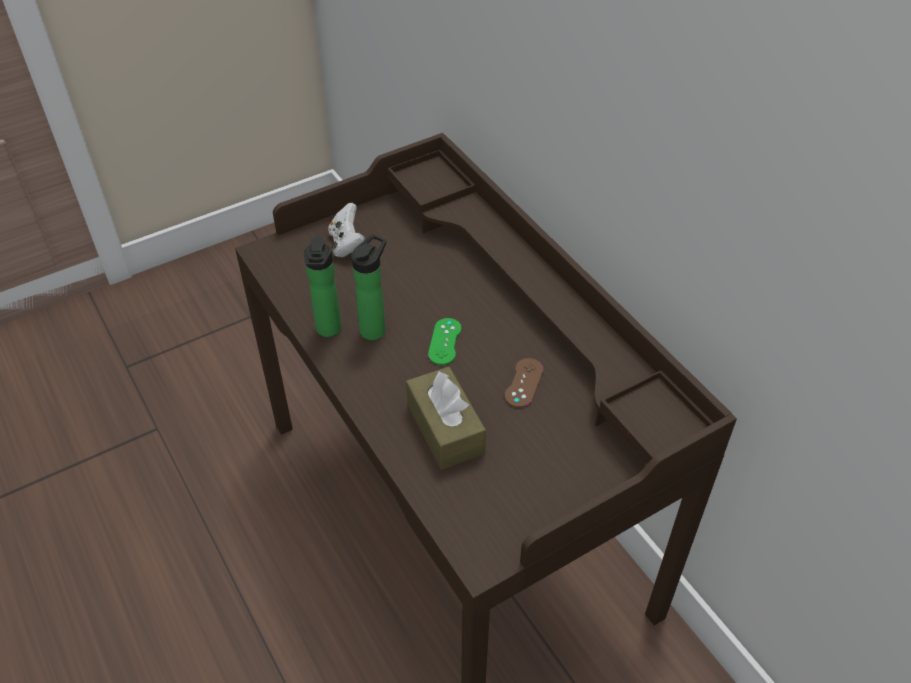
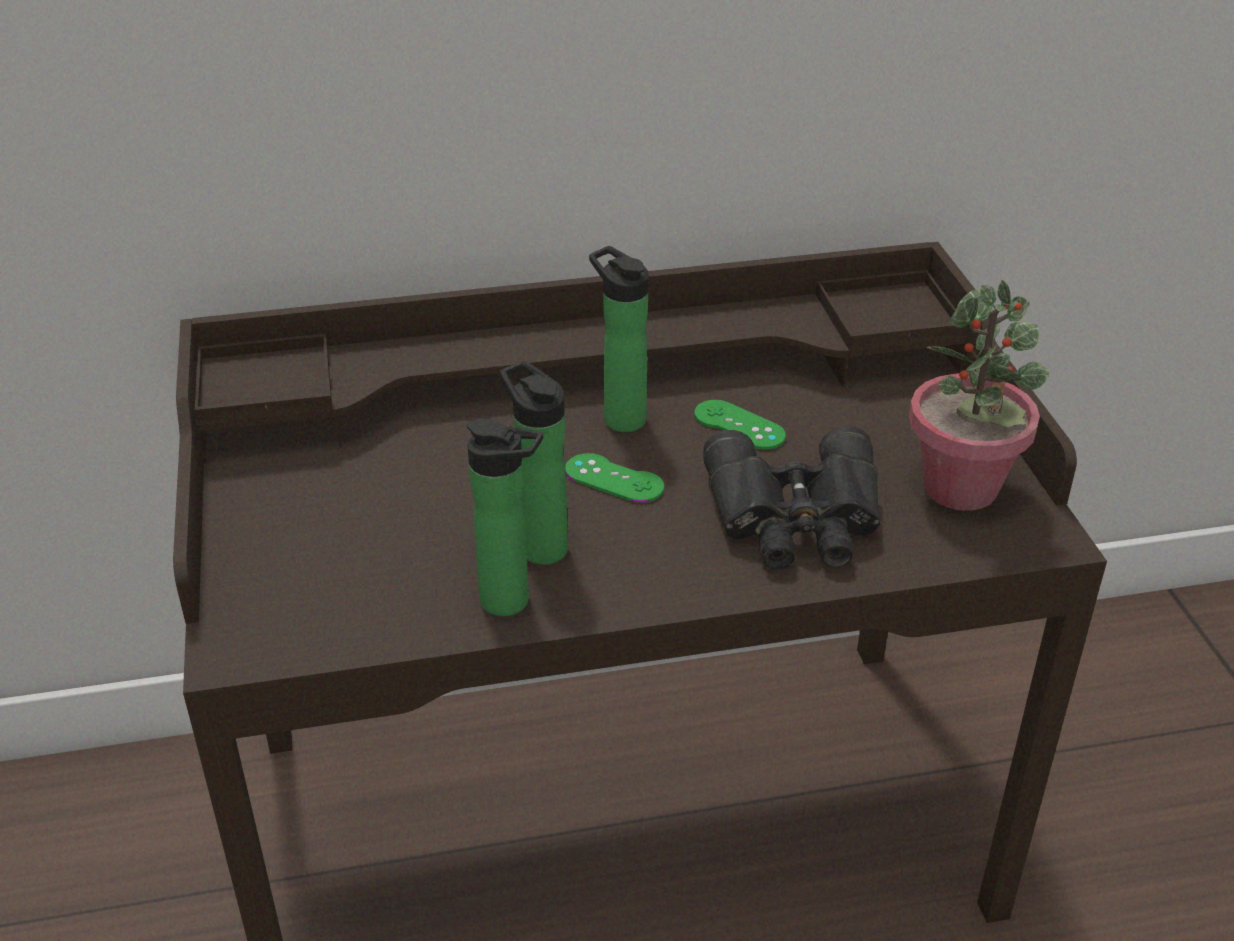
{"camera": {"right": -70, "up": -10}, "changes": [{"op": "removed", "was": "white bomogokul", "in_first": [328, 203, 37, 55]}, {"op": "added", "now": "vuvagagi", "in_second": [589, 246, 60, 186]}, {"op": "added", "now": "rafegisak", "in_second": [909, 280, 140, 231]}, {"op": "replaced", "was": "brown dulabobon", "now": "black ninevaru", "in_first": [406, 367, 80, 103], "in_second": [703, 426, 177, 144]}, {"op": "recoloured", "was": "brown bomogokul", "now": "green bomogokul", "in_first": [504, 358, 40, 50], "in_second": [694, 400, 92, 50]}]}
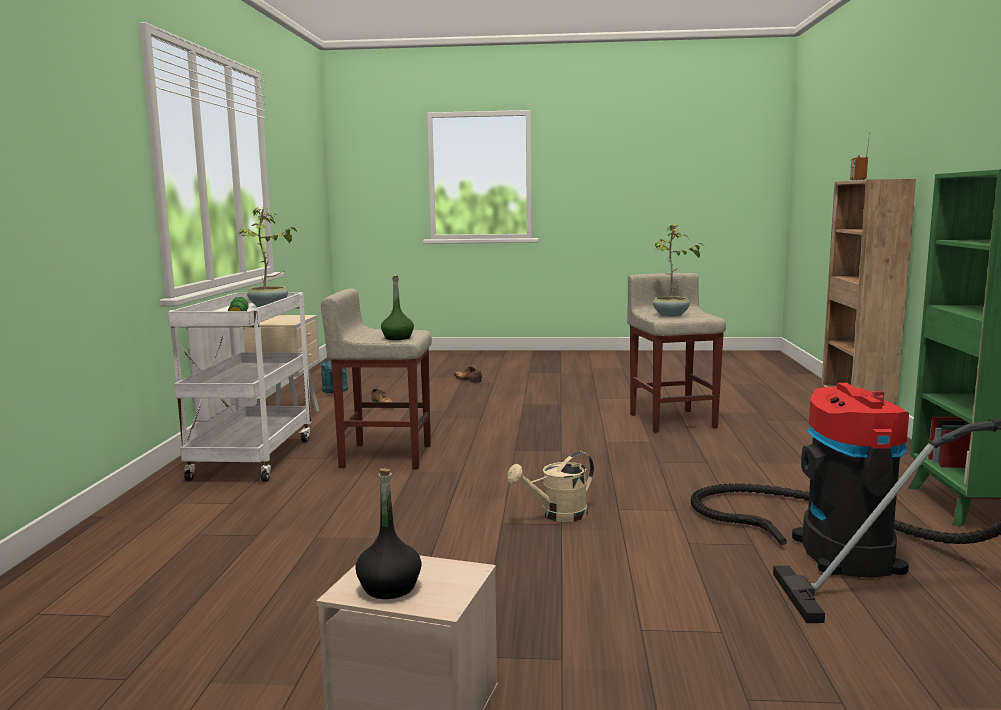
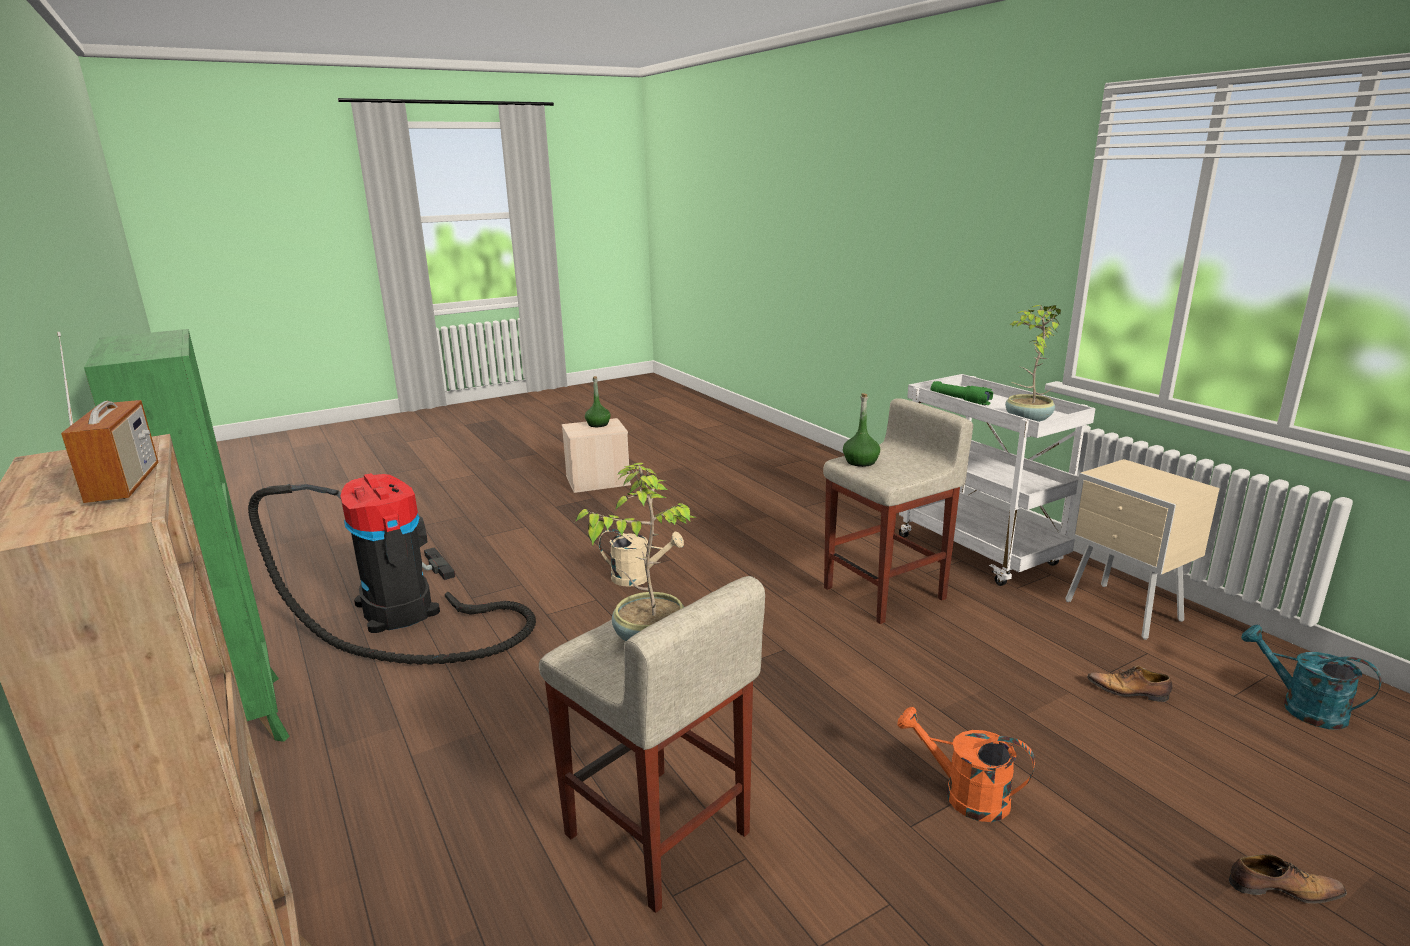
{"camera": {"right": 145, "up": 10}, "changes": [{"op": "added", "now": "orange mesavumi", "in_second": [897, 707, 138, 115]}, {"op": "recoloured", "was": "black vuvagagi", "now": "green vuvagagi", "in_first": [356, 468, 66, 131], "in_second": [585, 376, 26, 51]}, {"op": "turned", "was": "beige mesavumi", "in_first": [507, 452, 87, 70], "in_second": [599, 529, 85, 58], "clockwise": 75}]}
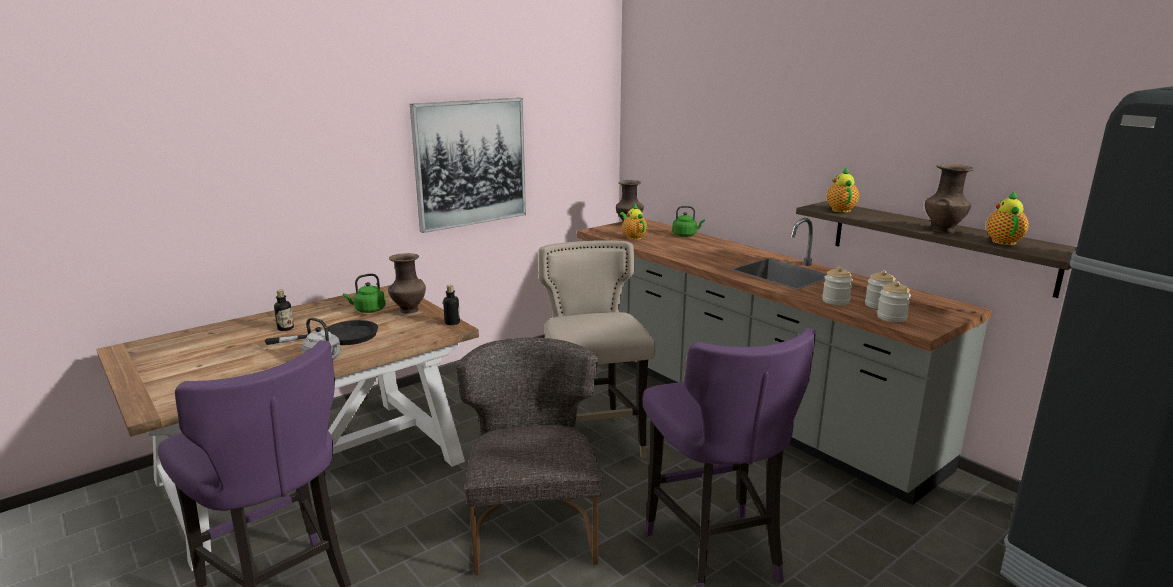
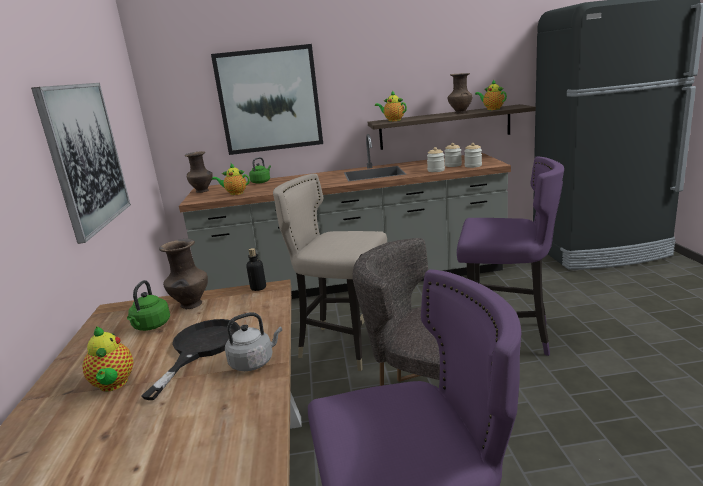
{"camera": {"right": -55, "up": 0}, "changes": [{"op": "added", "now": "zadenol", "in_second": [211, 44, 112, 111]}, {"op": "replaced", "was": "vuvagagi", "now": "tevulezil", "in_first": [274, 290, 20, 41], "in_second": [83, 326, 50, 66]}]}
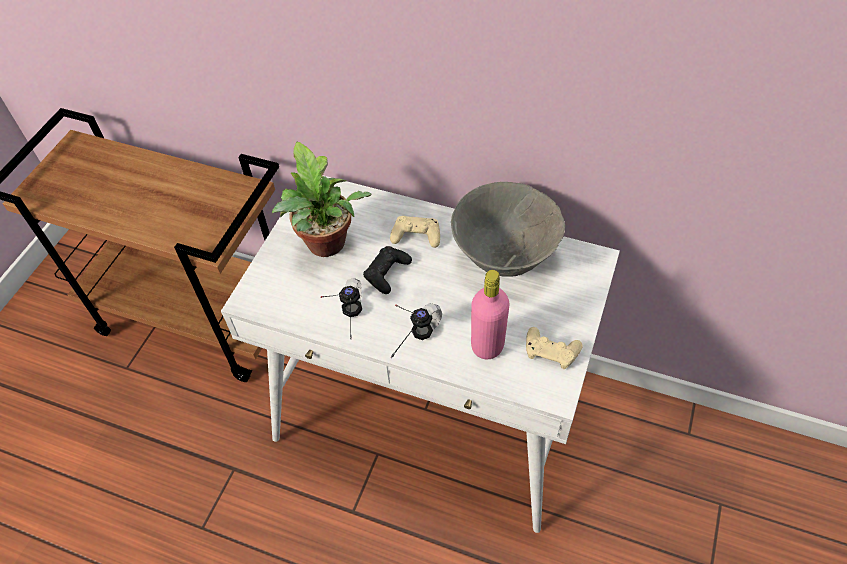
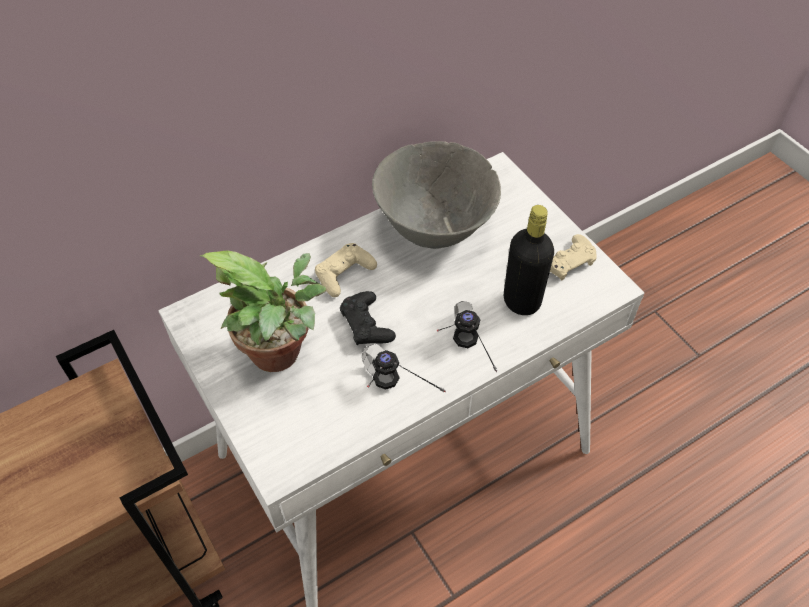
{"camera": {"right": -55, "up": 0}, "changes": [{"op": "recoloured", "was": "pink vuvagagi", "now": "black vuvagagi", "in_first": [471, 270, 38, 89], "in_second": [504, 205, 50, 110]}]}
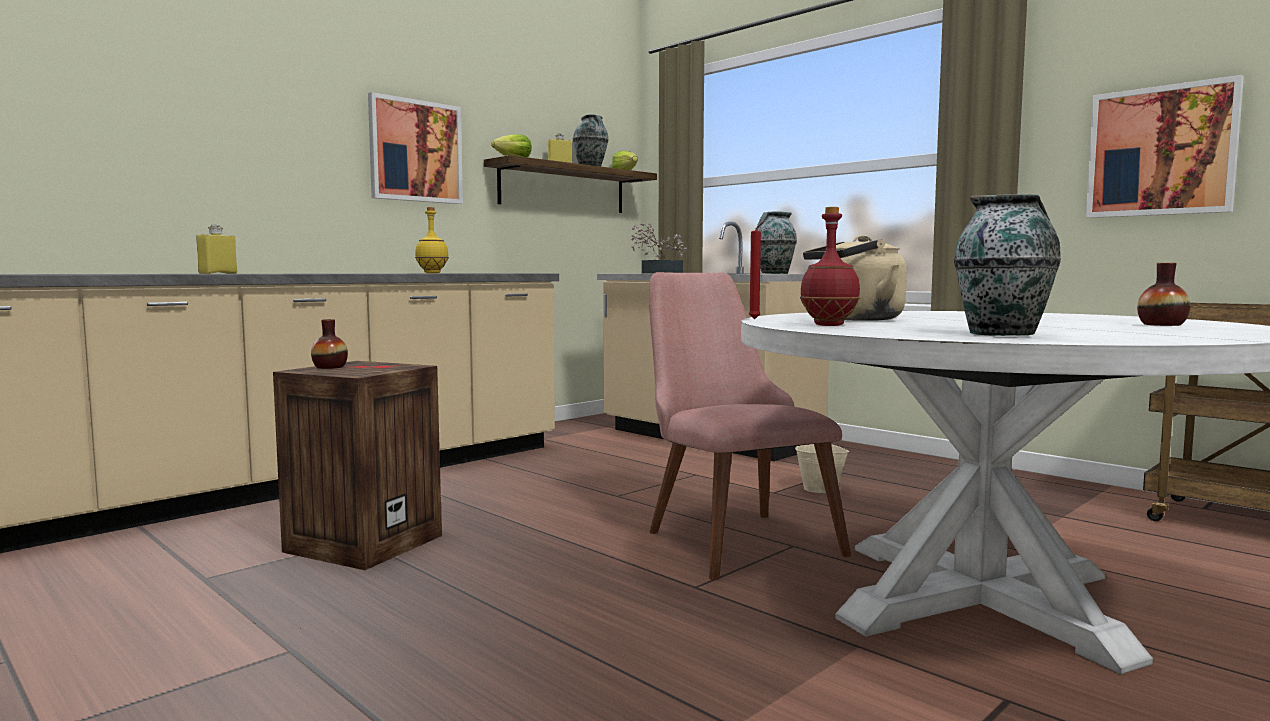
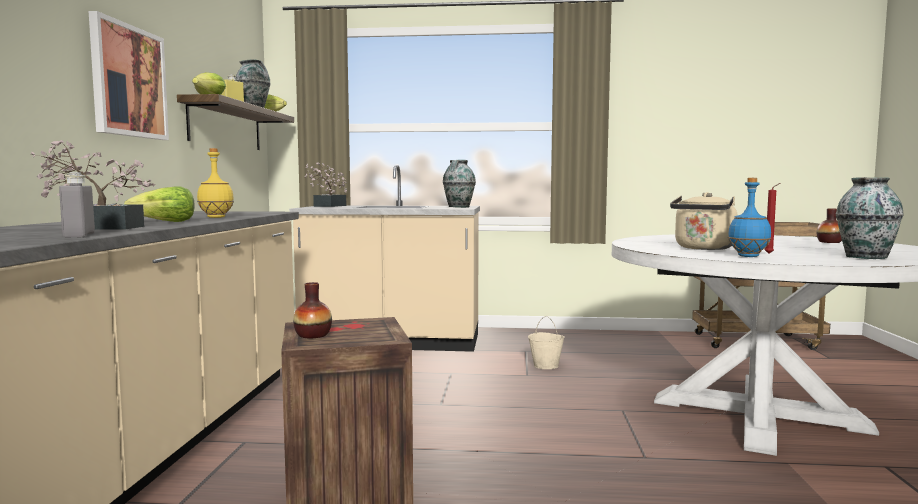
{"camera": {"right": -40, "up": 0}, "changes": [{"op": "removed", "was": "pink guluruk", "in_first": [649, 272, 202, 308]}, {"op": "removed", "was": "zadenol", "in_first": [1086, 75, 158, 143]}, {"op": "added", "now": "rafegisak", "in_second": [31, 140, 125, 90]}, {"op": "added", "now": "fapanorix", "in_second": [124, 186, 71, 36]}, {"op": "moved", "was": "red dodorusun", "in_first": [749, 221, 16, 98], "in_second": [764, 183, 16, 71]}, {"op": "recoloured", "was": "yellow vuvagagi", "now": "grey vuvagagi", "in_first": [196, 225, 41, 49], "in_second": [59, 172, 36, 65]}, {"op": "recoloured", "was": "red vuvagagi", "now": "blue vuvagagi", "in_first": [800, 207, 60, 119], "in_second": [728, 178, 43, 79]}]}
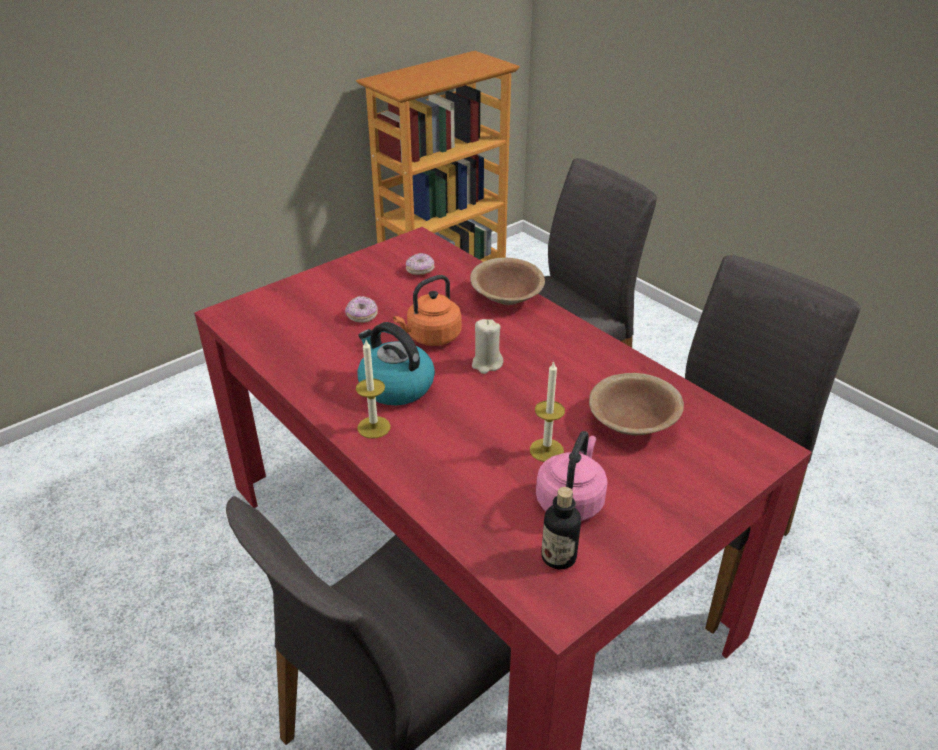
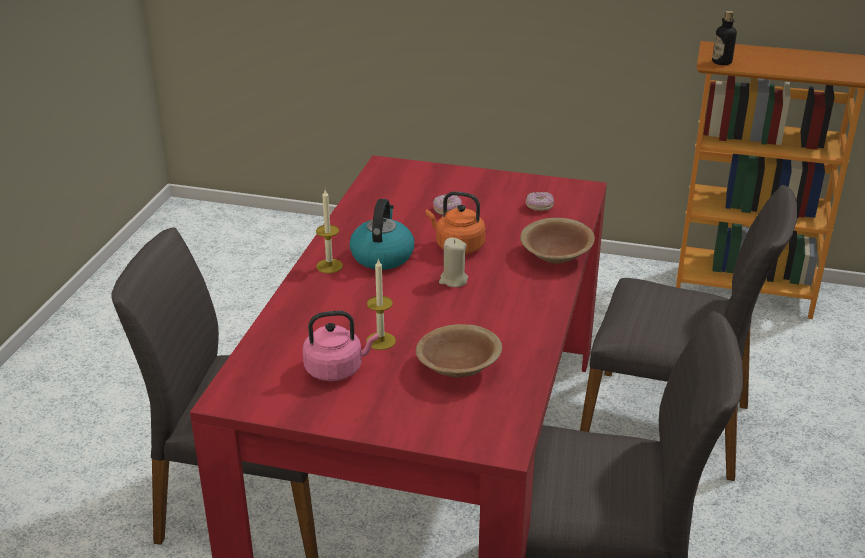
{"camera": {"right": 55, "up": -5}, "changes": [{"op": "moved", "was": "vuvagagi", "in_first": [541, 487, 40, 83], "in_second": [712, 11, 25, 54]}]}
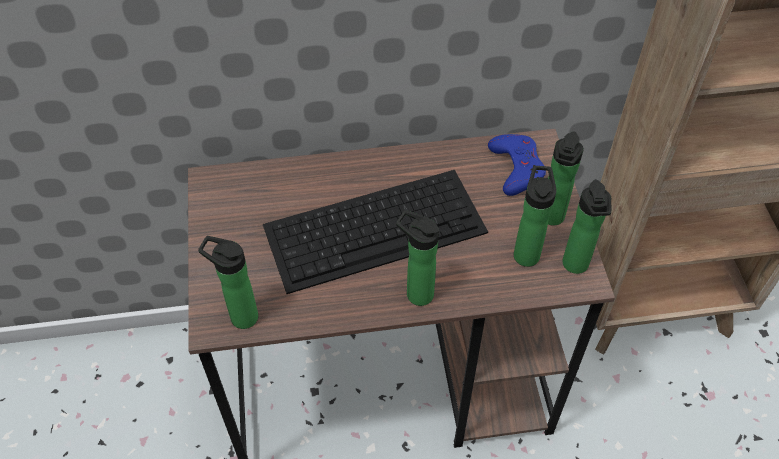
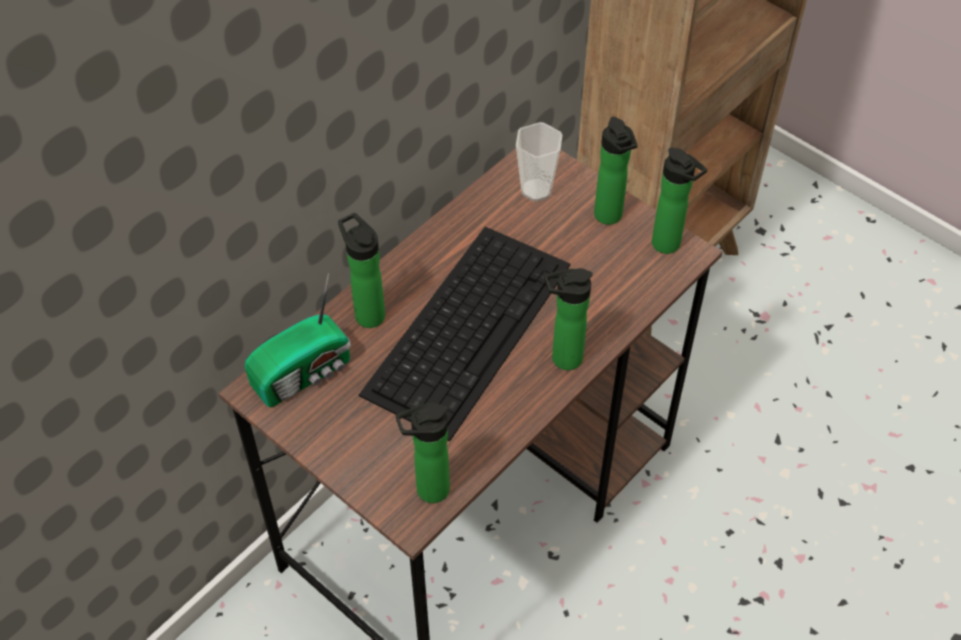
{"camera": {"right": -40, "up": 0}, "changes": [{"op": "added", "now": "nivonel", "in_second": [245, 273, 106, 135]}, {"op": "moved", "was": "vuvagagi", "in_first": [514, 166, 43, 101], "in_second": [338, 213, 47, 115]}, {"op": "replaced", "was": "blue bomogokul", "now": "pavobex", "in_first": [488, 134, 58, 62], "in_second": [516, 122, 47, 80]}]}
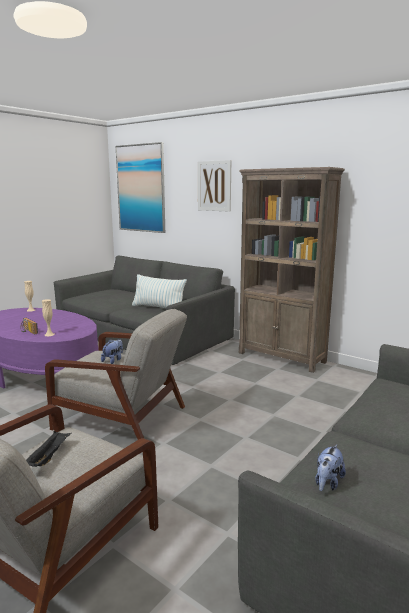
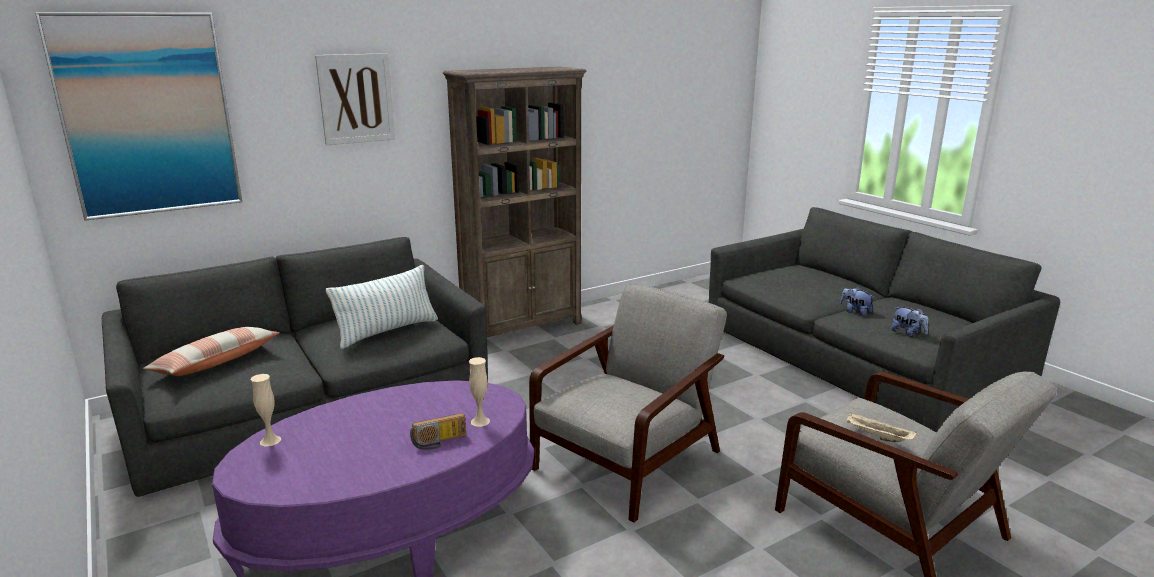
{"camera": {"right": -70, "up": 5}, "changes": [{"op": "added", "now": "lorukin", "in_second": [143, 327, 137, 49]}, {"op": "moved", "was": "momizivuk", "in_first": [101, 339, 22, 25], "in_second": [840, 287, 34, 29]}, {"op": "recoloured", "was": "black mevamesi", "now": "beige mevamesi", "in_first": [26, 431, 46, 36], "in_second": [847, 412, 69, 30]}]}
